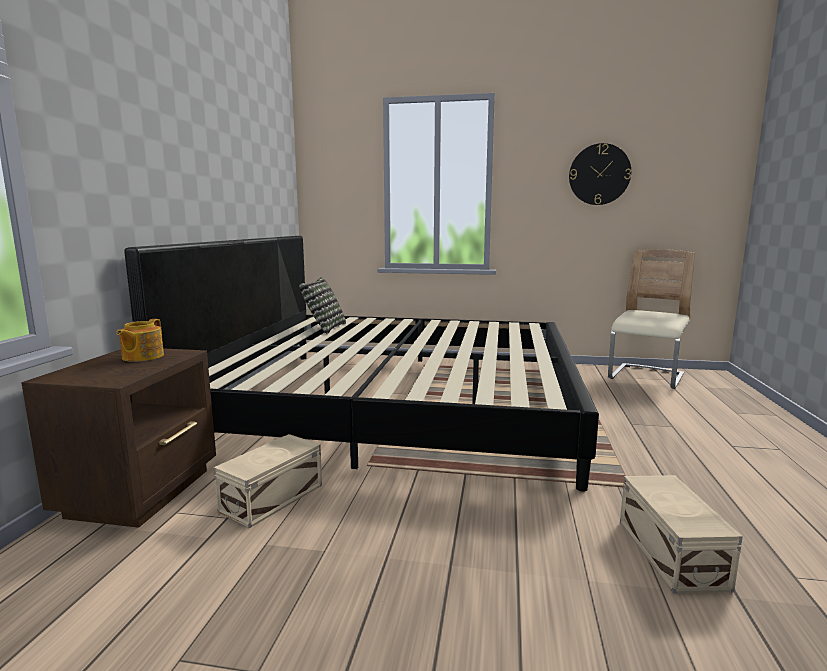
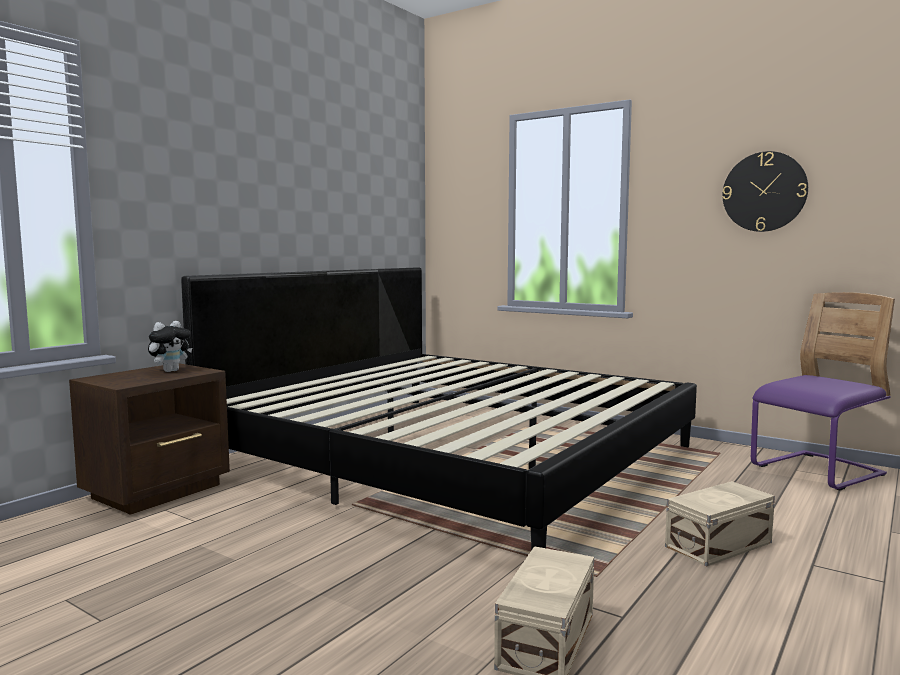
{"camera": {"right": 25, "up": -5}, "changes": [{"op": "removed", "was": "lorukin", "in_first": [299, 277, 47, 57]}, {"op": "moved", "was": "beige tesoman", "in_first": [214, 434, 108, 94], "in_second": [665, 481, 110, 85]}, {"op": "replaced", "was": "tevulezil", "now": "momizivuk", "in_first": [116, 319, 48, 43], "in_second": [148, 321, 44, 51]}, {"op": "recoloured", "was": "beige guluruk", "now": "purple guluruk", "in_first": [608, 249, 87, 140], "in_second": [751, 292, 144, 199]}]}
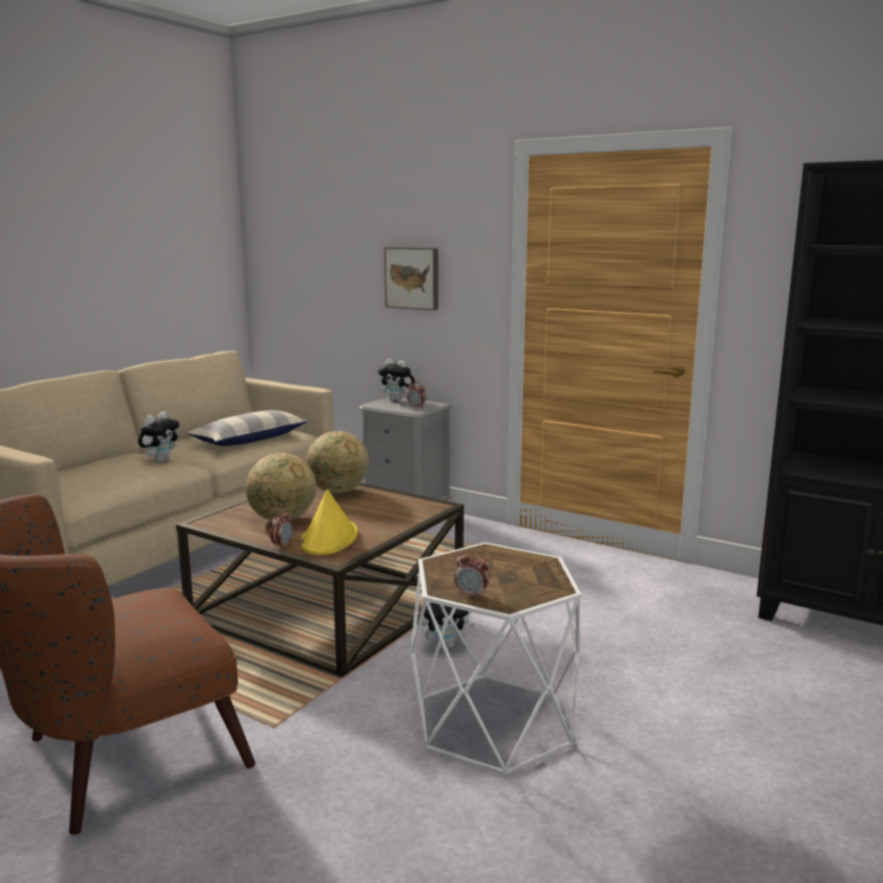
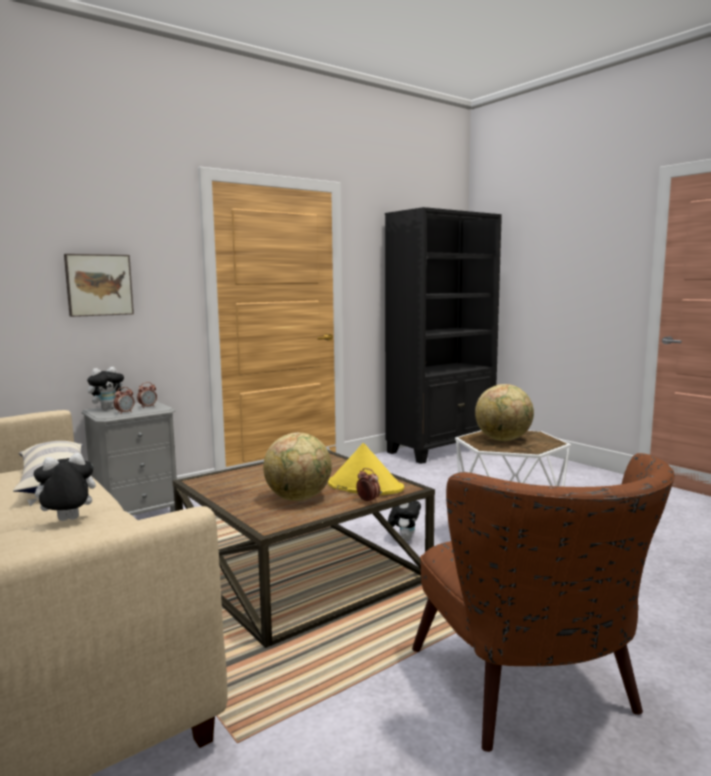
{"camera": {"right": -70, "up": -5}, "changes": [{"op": "moved", "was": "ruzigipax", "in_first": [306, 431, 63, 62], "in_second": [475, 384, 59, 57]}, {"op": "moved", "was": "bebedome", "in_first": [454, 551, 36, 48], "in_second": [114, 387, 21, 27]}, {"op": "turned", "was": "momizivuk", "in_first": [138, 412, 41, 51], "in_second": [27, 453, 69, 68], "clockwise": -75}]}
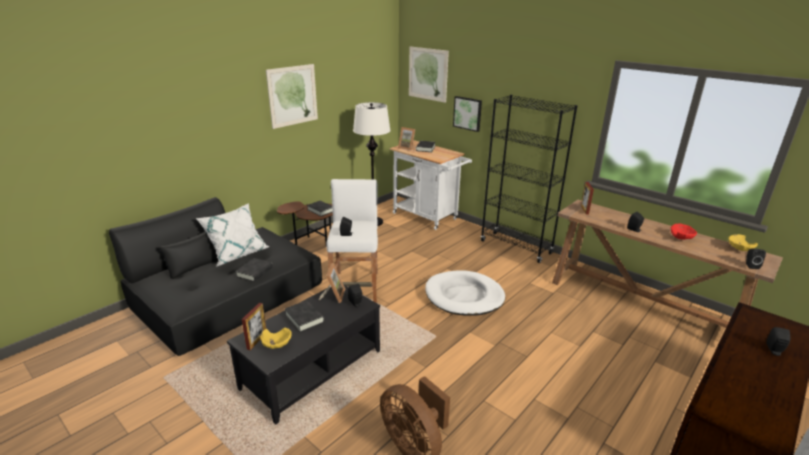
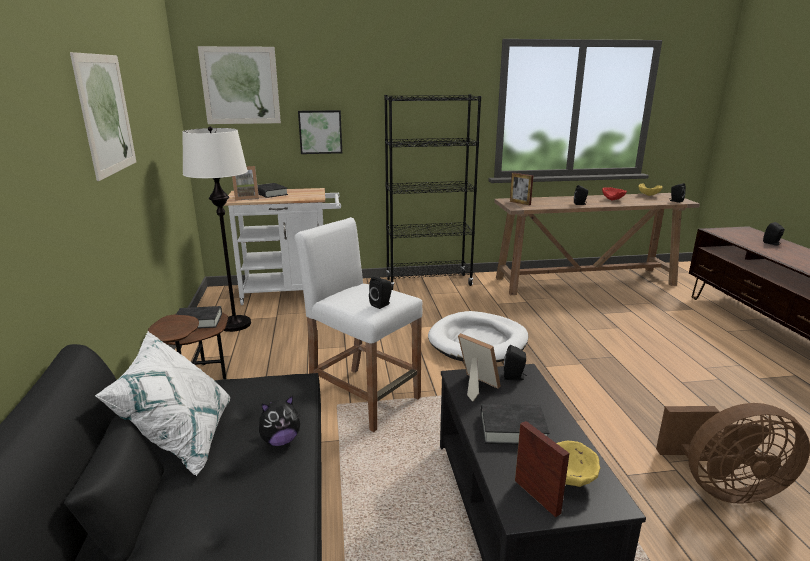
{"camera": {"right": -50, "up": -5}, "changes": [{"op": "replaced", "was": "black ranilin", "now": "momizivuk", "in_first": [236, 258, 37, 24], "in_second": [259, 395, 41, 51]}]}
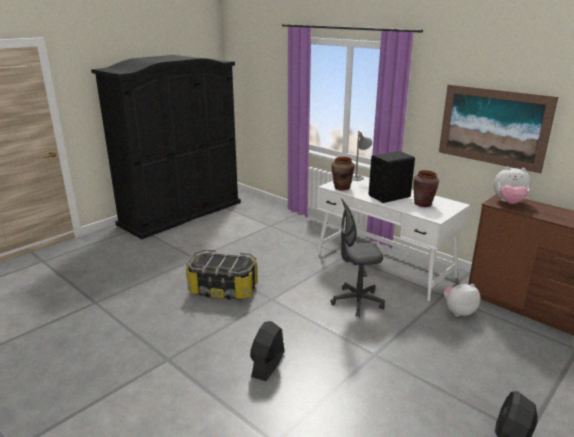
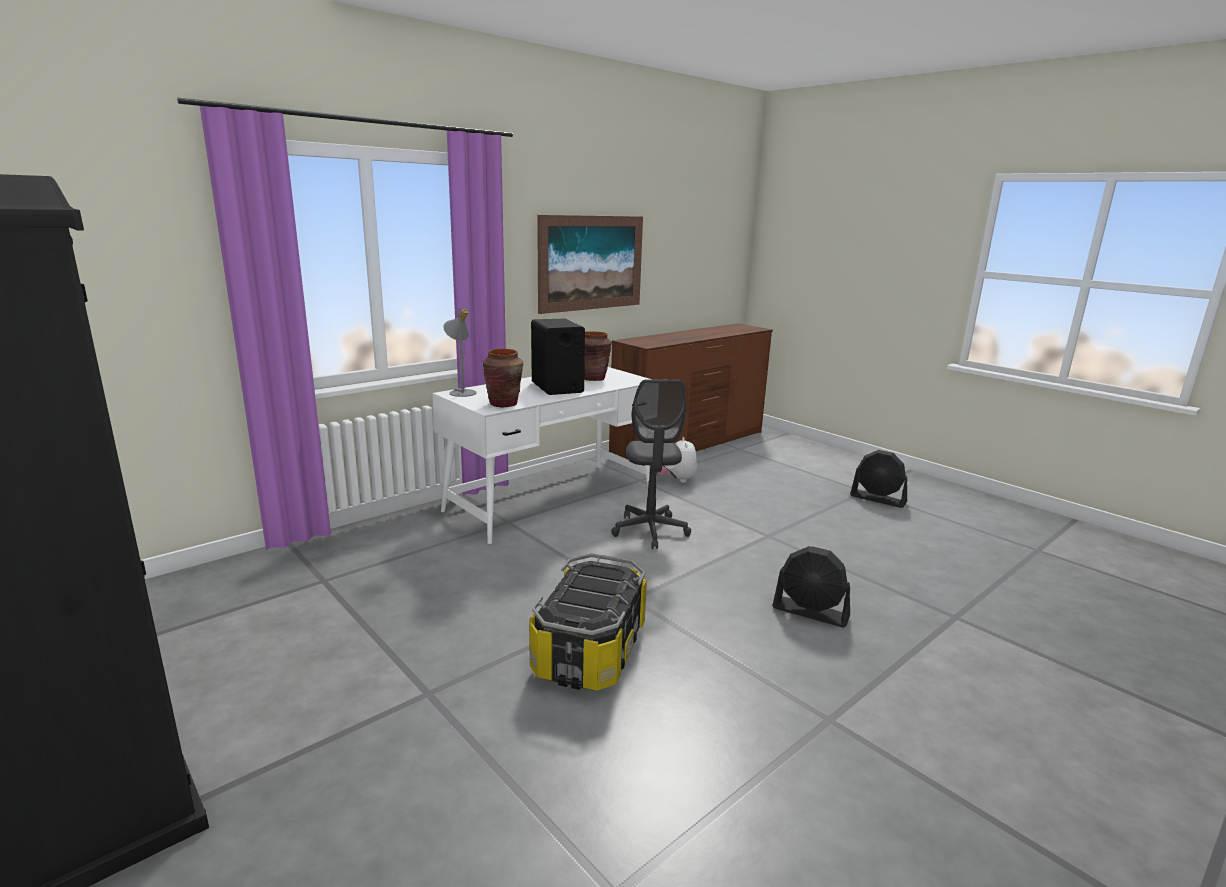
{"camera": {"right": -85, "up": -5}, "changes": [{"op": "removed", "was": "momizivuk", "in_first": [494, 167, 37, 37]}]}
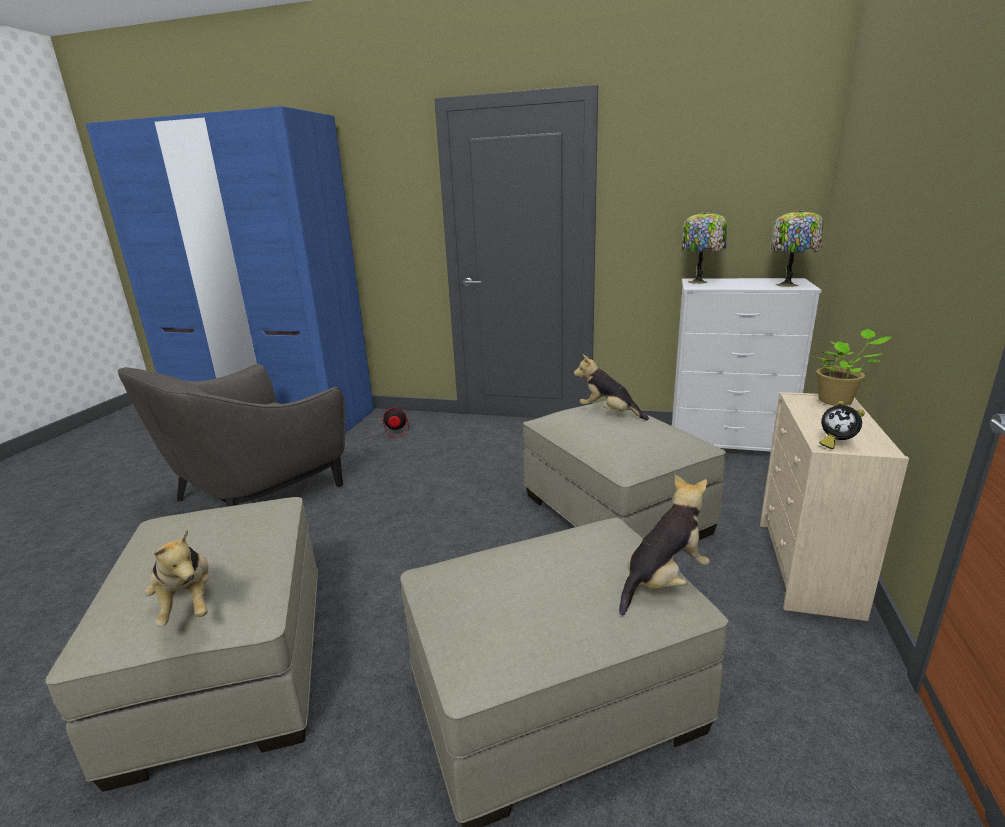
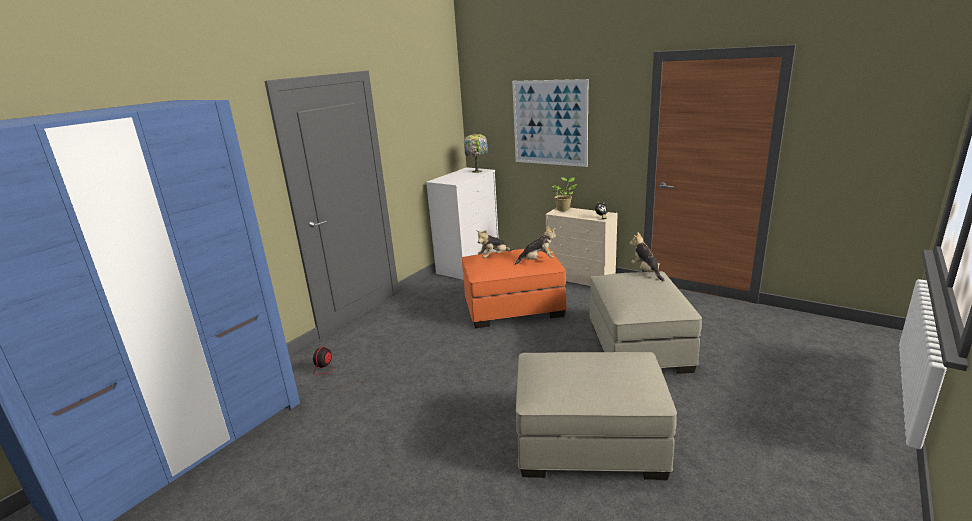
{"camera": {"right": -70, "up": 0}, "changes": [{"op": "removed", "was": "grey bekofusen", "in_first": [118, 364, 227, 143]}, {"op": "removed", "was": "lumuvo", "in_first": [682, 211, 45, 73]}, {"op": "added", "now": "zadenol", "in_second": [512, 79, 76, 88]}, {"op": "moved", "was": "momizivuk", "in_first": [145, 529, 64, 98], "in_second": [515, 226, 41, 39]}, {"op": "recoloured", "was": "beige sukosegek", "now": "orange sukosegek", "in_first": [523, 400, 203, 140], "in_second": [462, 248, 105, 80]}]}
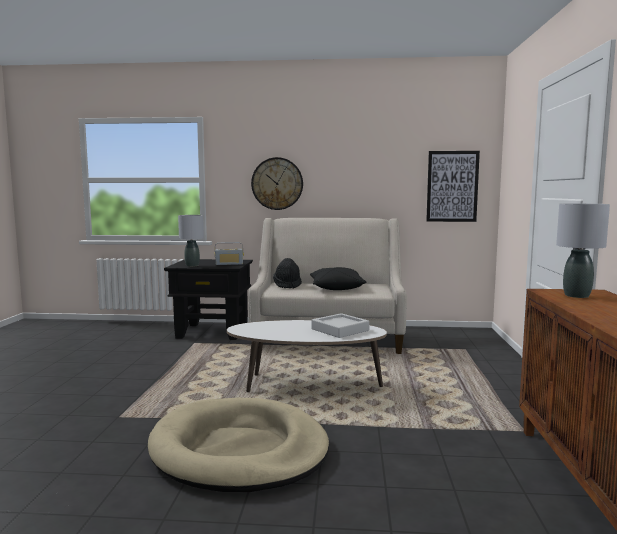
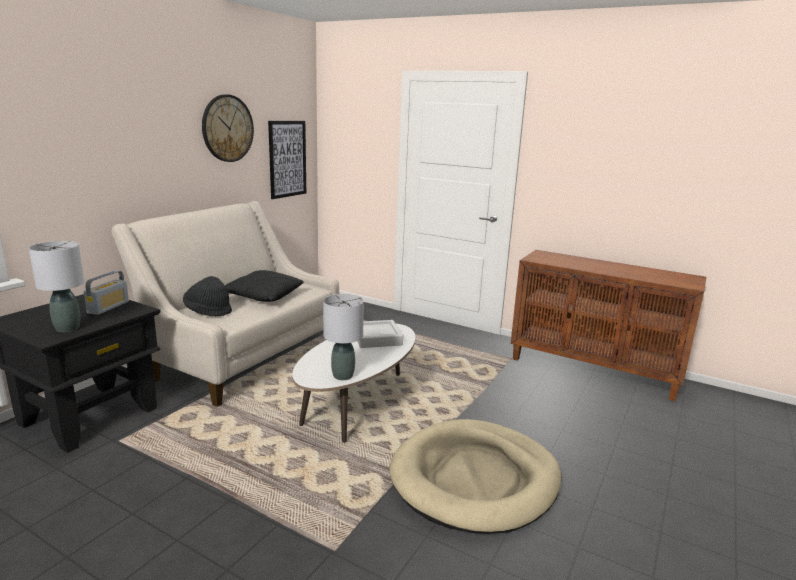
{"camera": {"right": -65, "up": 10}, "changes": [{"op": "moved", "was": "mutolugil", "in_first": [251, 157, 52, 53], "in_second": [202, 94, 52, 68]}, {"op": "moved", "was": "grey lumuvo", "in_first": [556, 203, 54, 95], "in_second": [323, 294, 41, 86]}]}
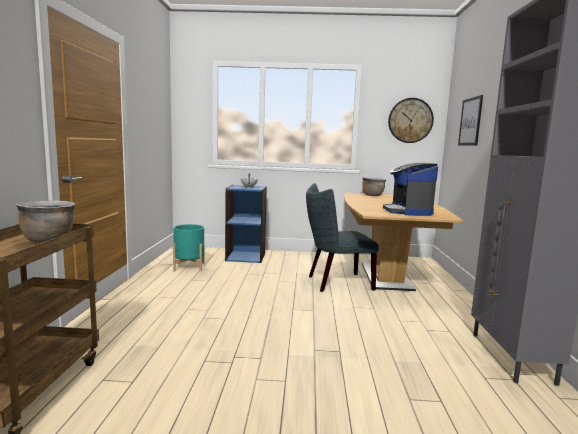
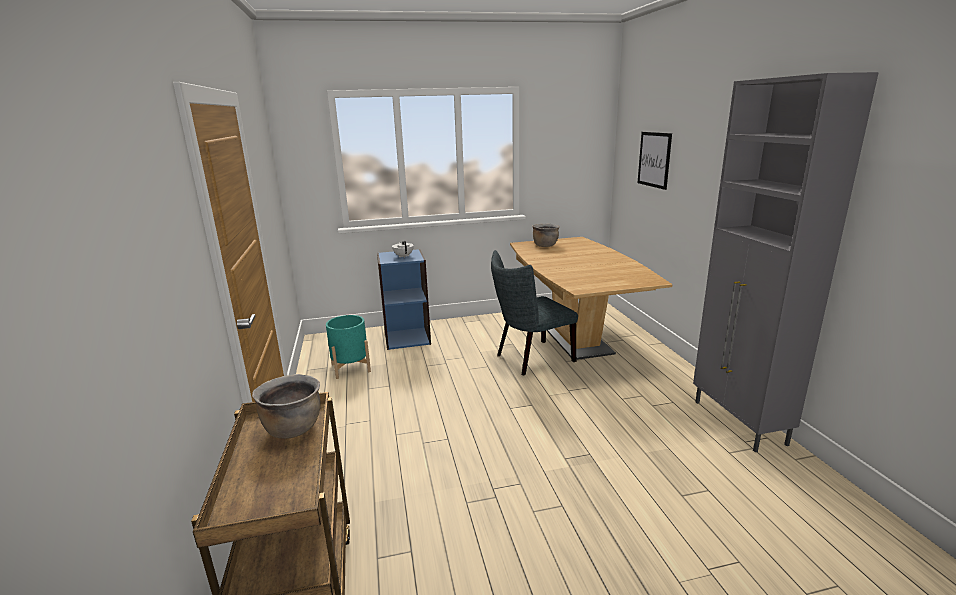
{"camera": {"right": -15, "up": 10}, "changes": [{"op": "removed", "was": "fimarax", "in_first": [383, 163, 55, 53]}, {"op": "removed", "was": "mutolugil", "in_first": [388, 98, 46, 45]}]}
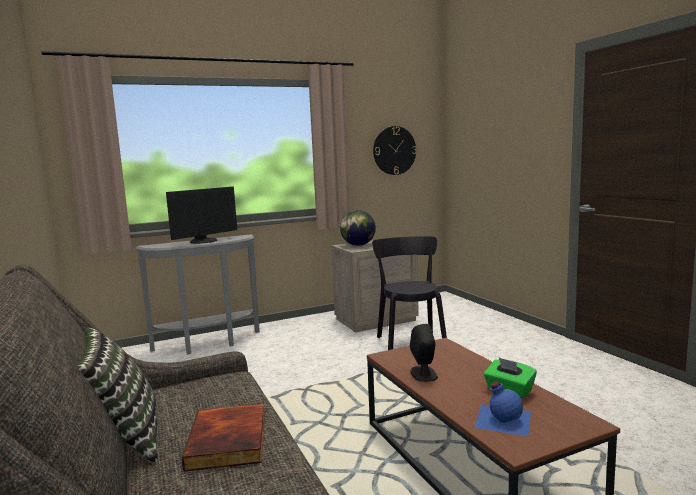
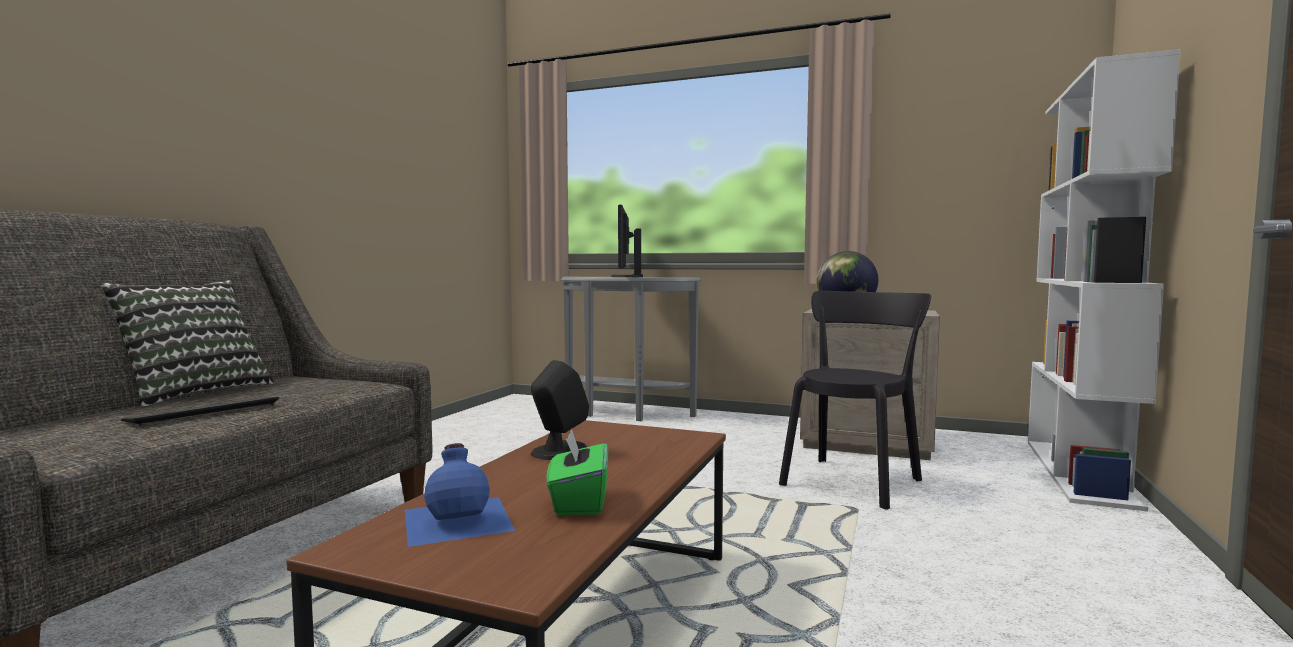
{"camera": {"right": 45, "up": -5}, "changes": [{"op": "removed", "was": "mutolugil", "in_first": [373, 126, 44, 49]}, {"op": "added", "now": "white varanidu", "in_second": [1028, 49, 153, 462]}, {"op": "replaced", "was": "ranilin", "now": "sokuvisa", "in_first": [182, 404, 83, 67], "in_second": [121, 397, 158, 30]}, {"op": "turned", "was": "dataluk", "in_first": [166, 186, 71, 58], "in_second": [611, 204, 32, 73], "clockwise": 90}]}
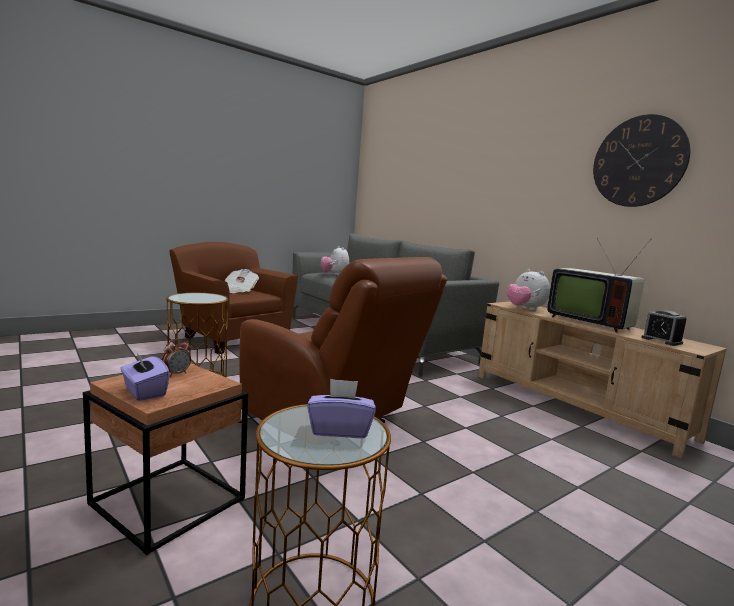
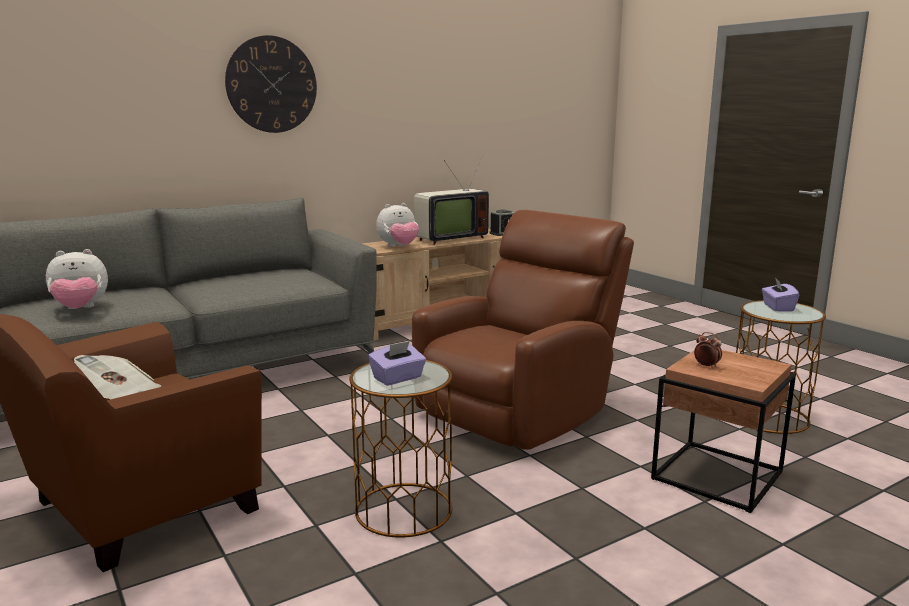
{"camera": {"right": -85, "up": 5}, "changes": [{"op": "moved", "was": "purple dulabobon", "in_first": [120, 353, 50, 48], "in_second": [368, 341, 58, 45]}, {"op": "moved", "was": "mutolugil", "in_first": [593, 114, 97, 93], "in_second": [225, 35, 92, 98]}]}
